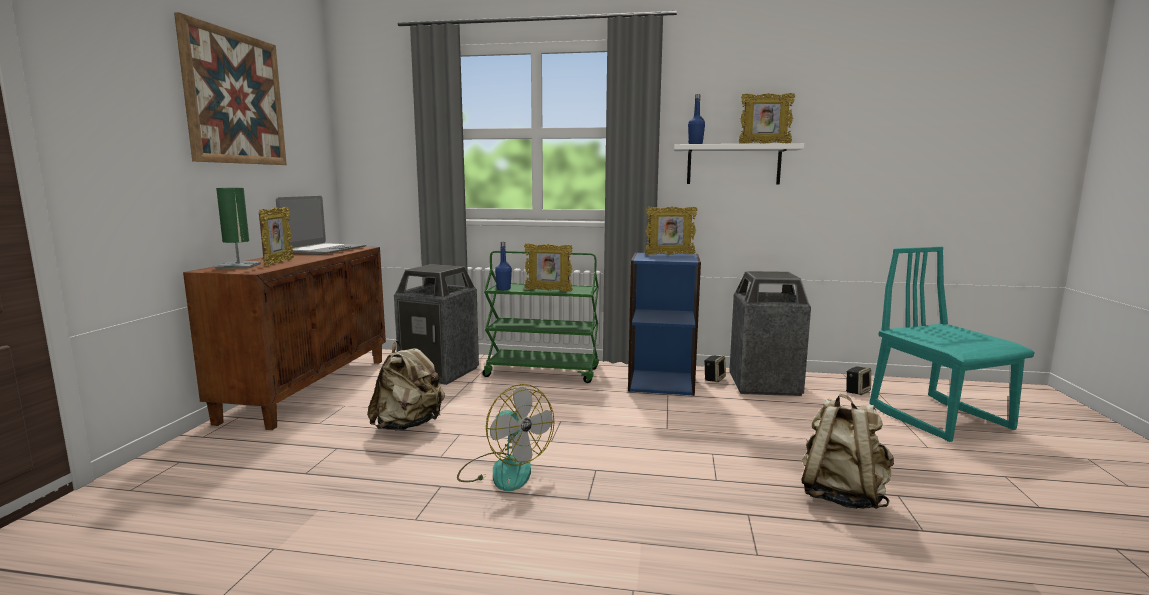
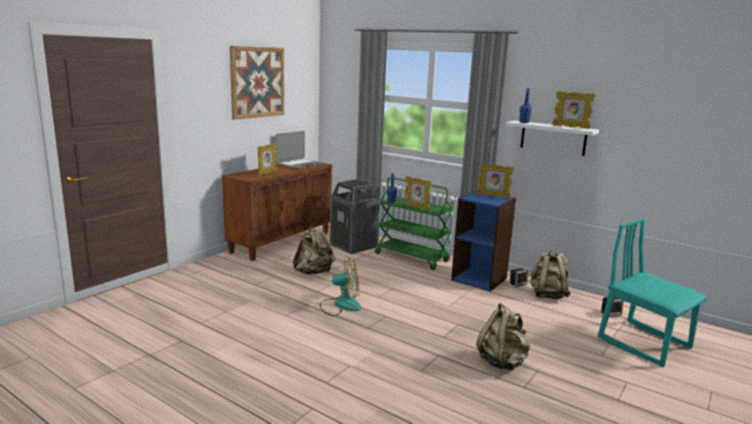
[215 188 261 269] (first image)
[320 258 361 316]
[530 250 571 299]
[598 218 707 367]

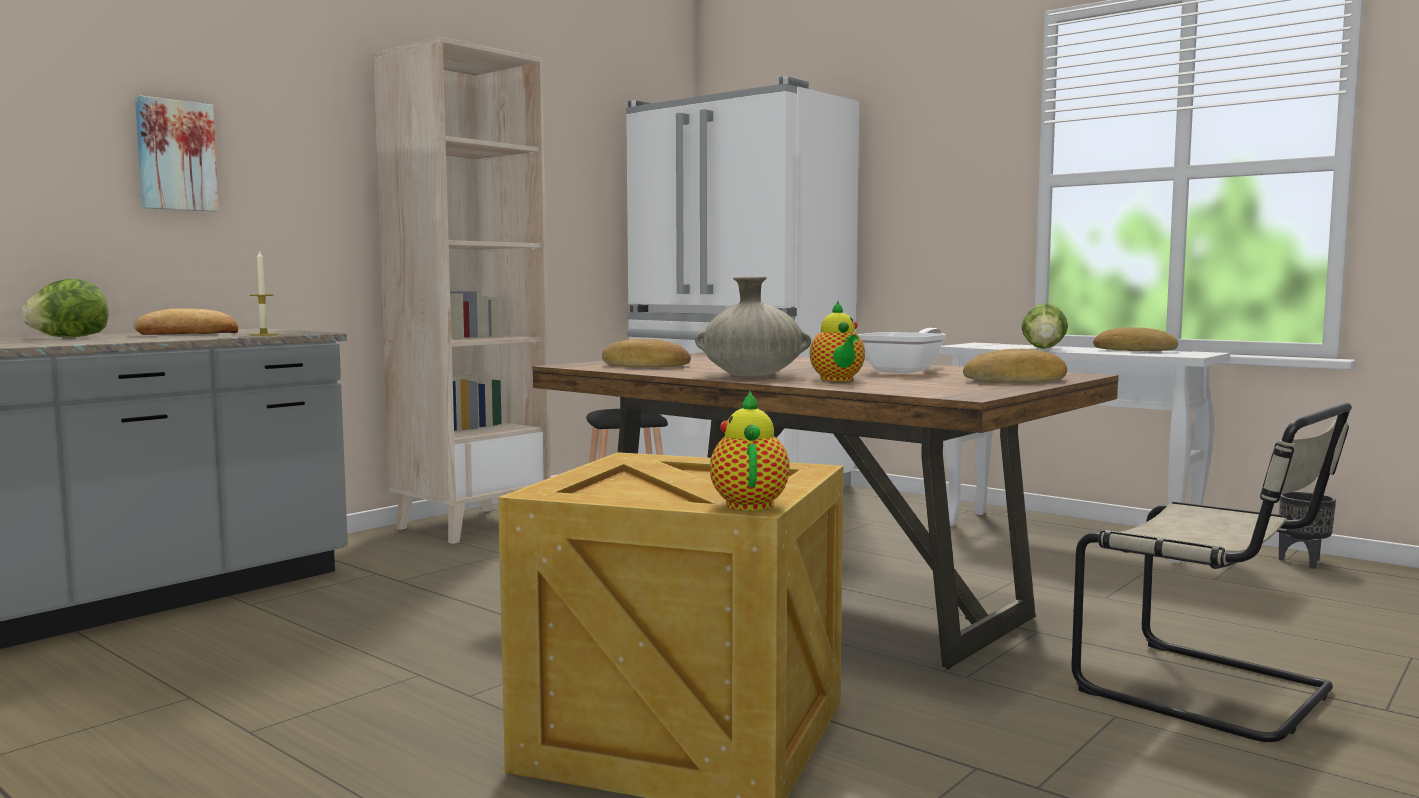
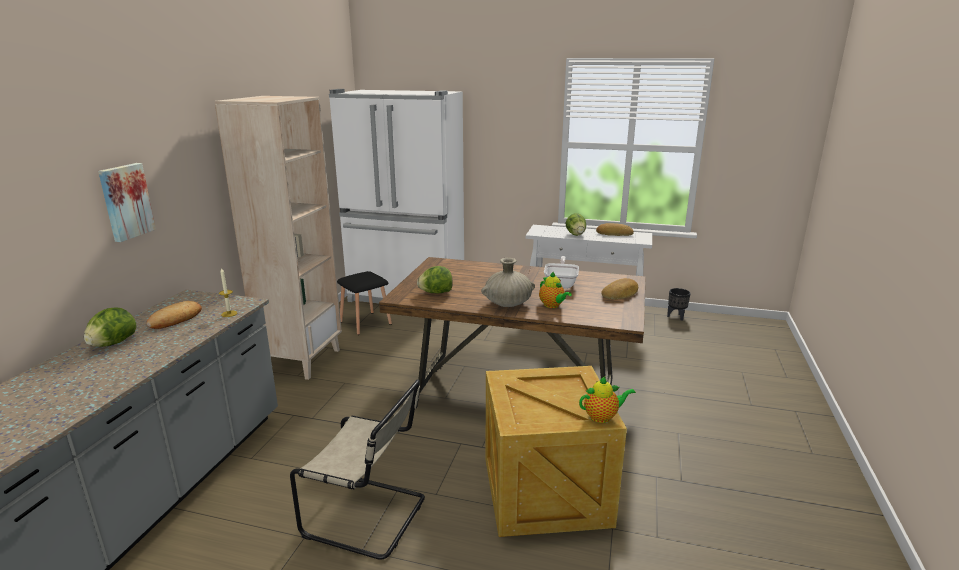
[417 266 453 294]
[579 376 636 423]
[290 379 425 559]

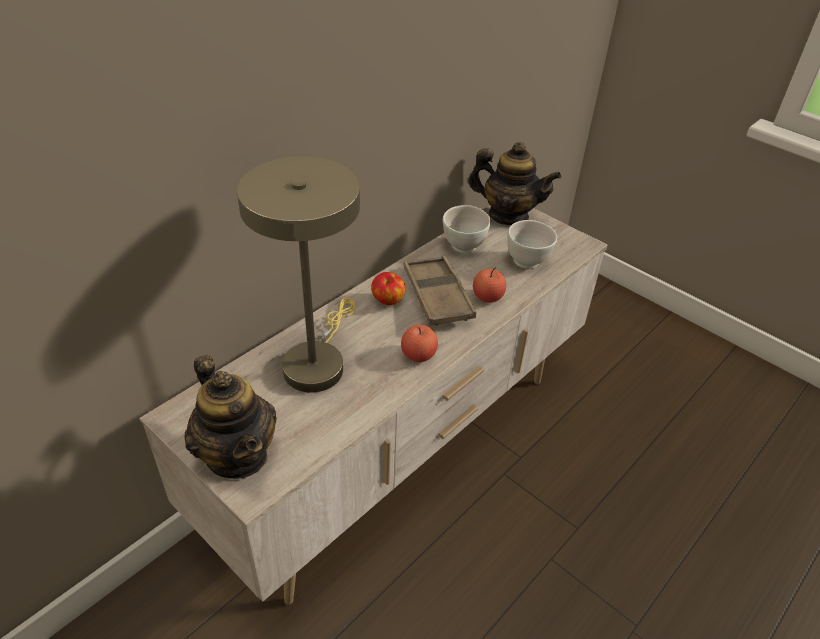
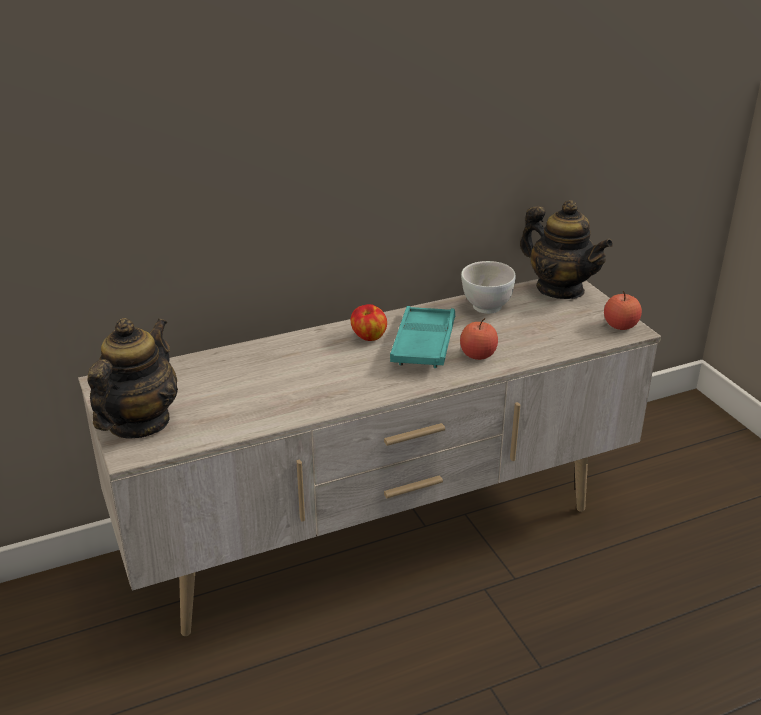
[88 318 178 439]
[237 156 360 393] (first image)
[604 291 642 330]
[390 306 455 368]
[507 220 557 269] (first image)

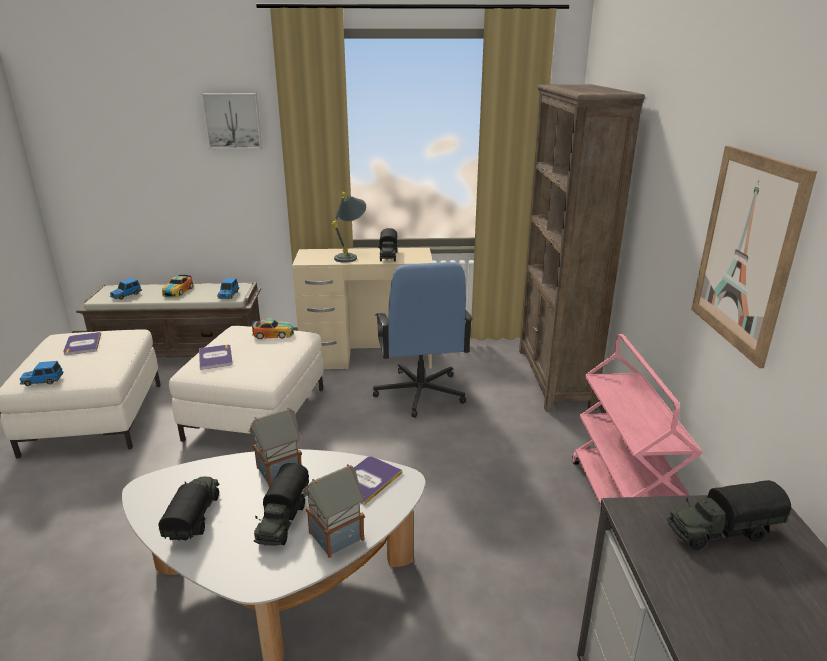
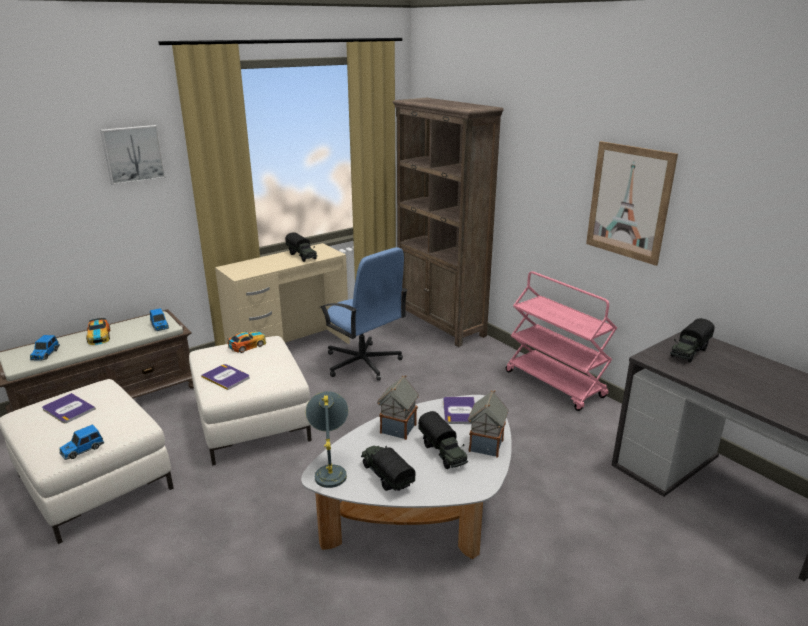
[306 391 349 488]

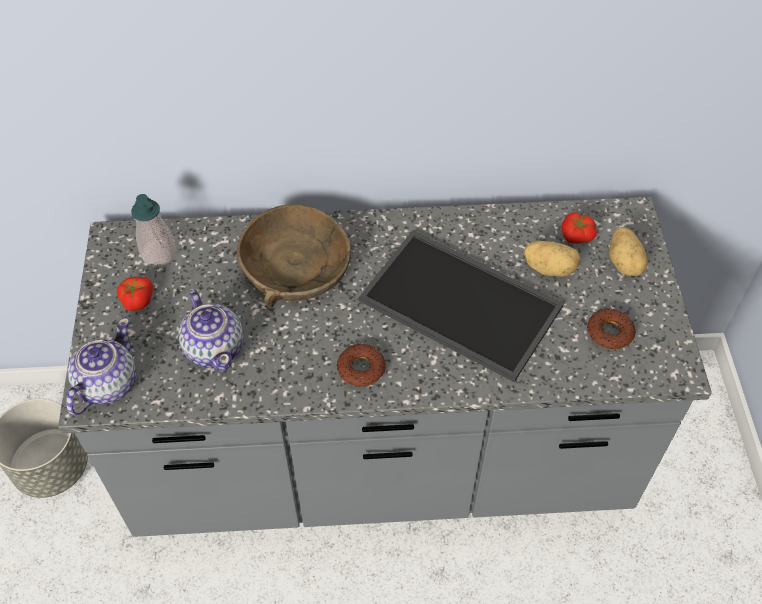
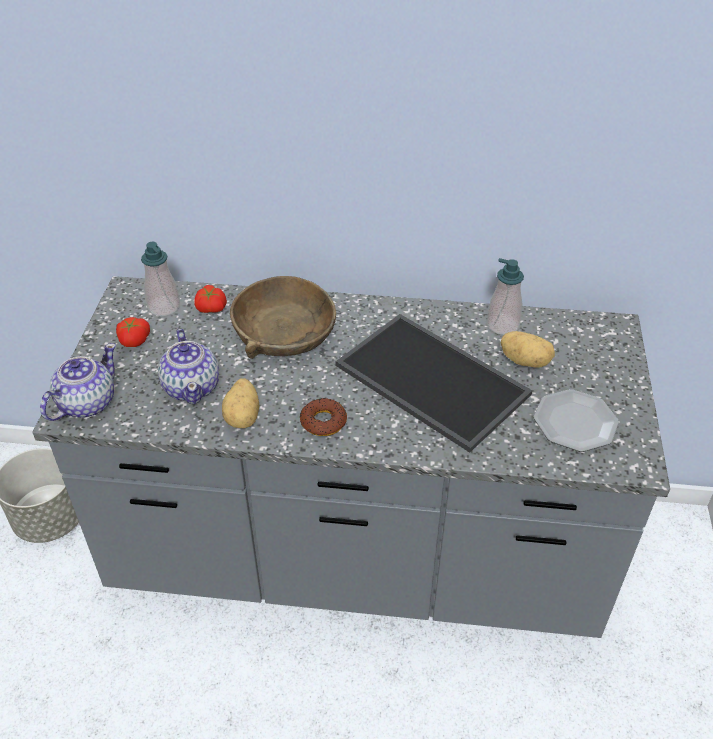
[194 285 227 313]
[534 389 619 452]
[222 378 260 428]
[486 258 524 335]

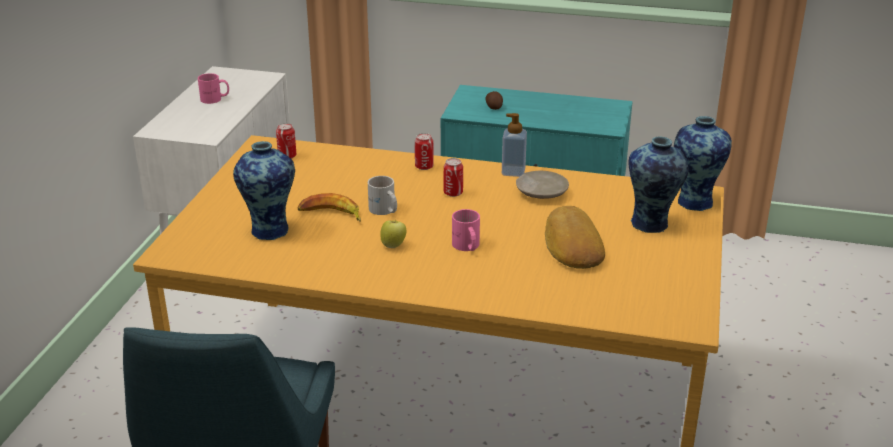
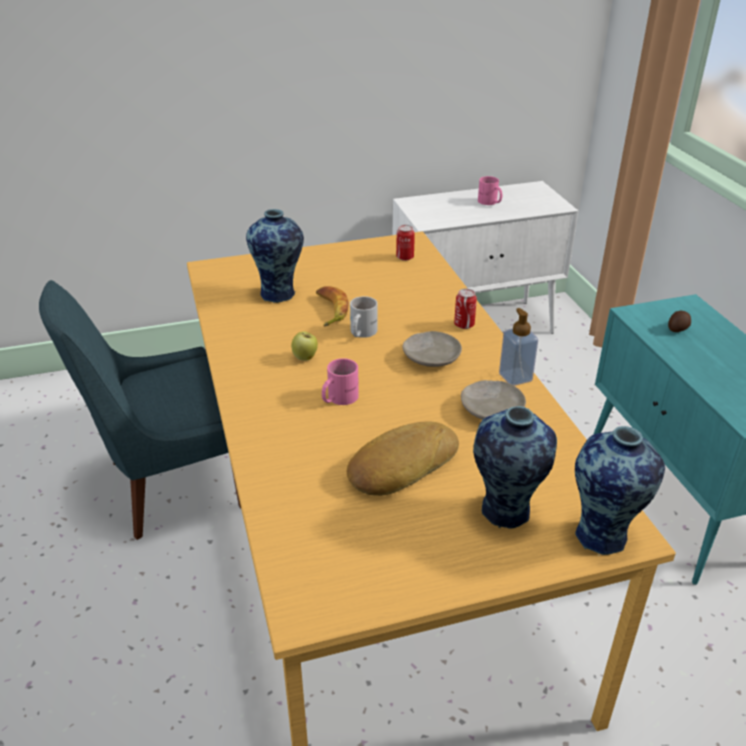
[402 331 462 367]

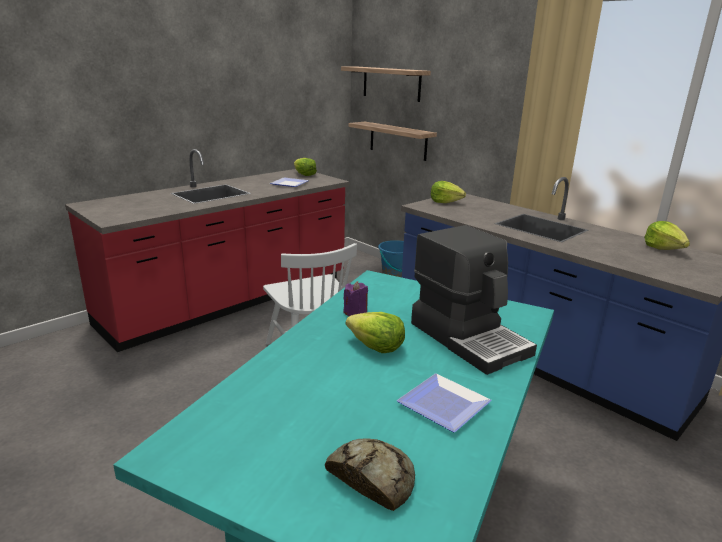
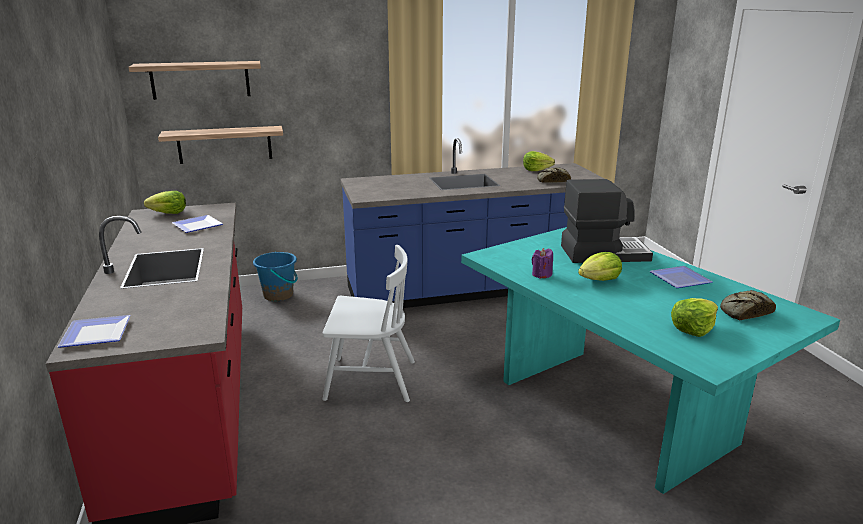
[671 298 718 337]
[57 315 131 348]
[537 167 571 183]

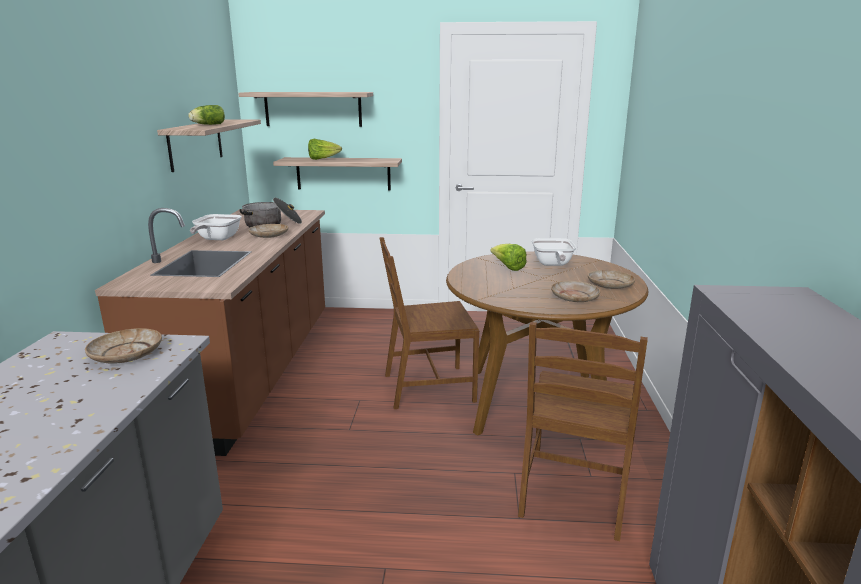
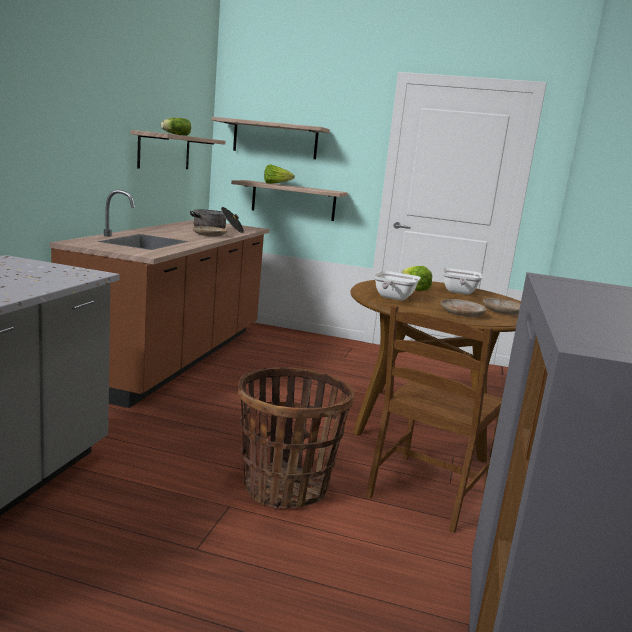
[85 328 162 363] (first image)
[374 271 421 300]
[379 237 479 409] (first image)
[238 367 354 508]

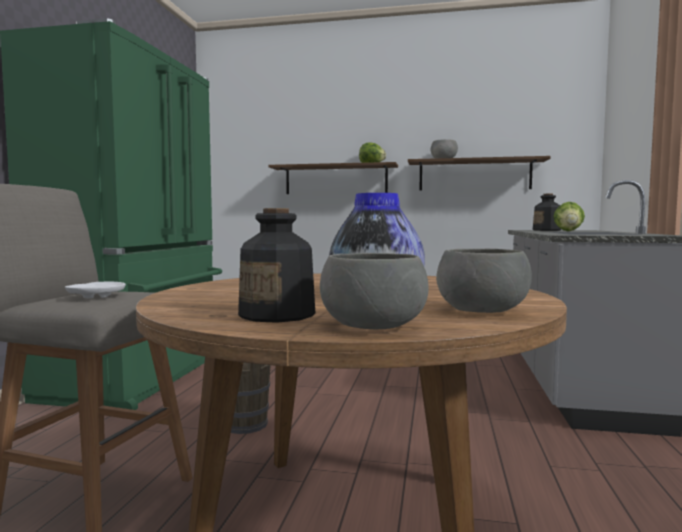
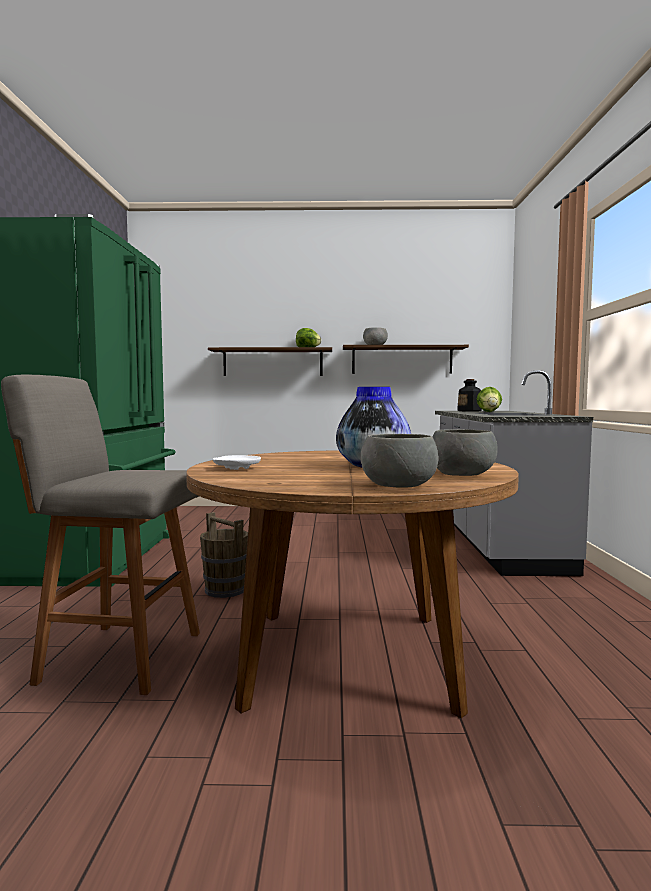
[212 455 261 470]
[238 208 315 323] (first image)

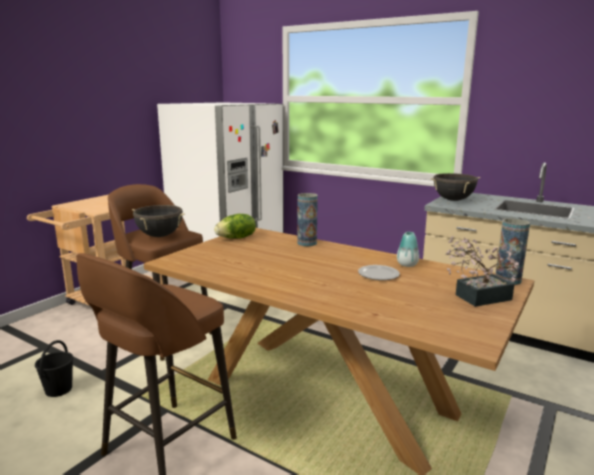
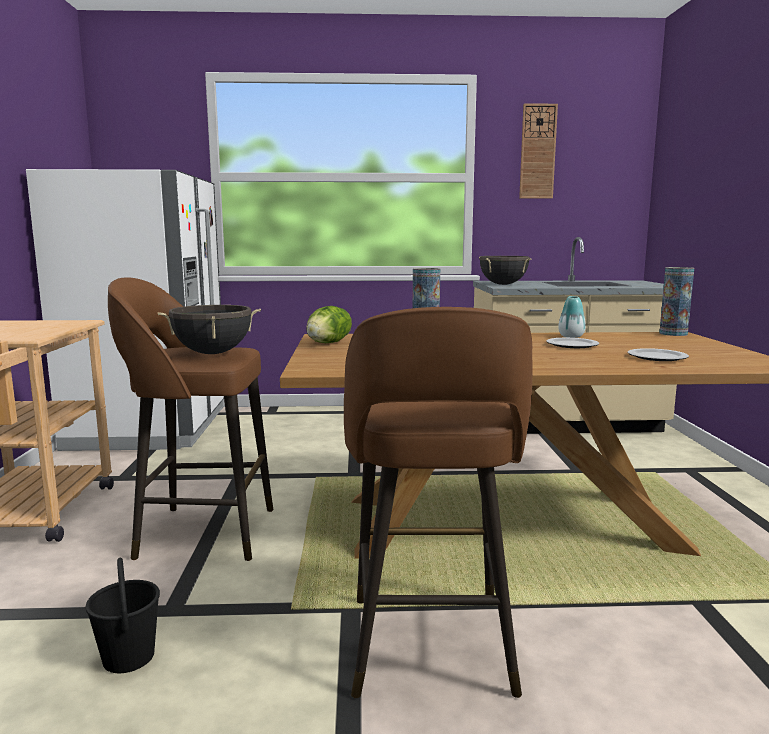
[446 236 519 307] (first image)
[519 103 558 199]
[628 348 689 361]

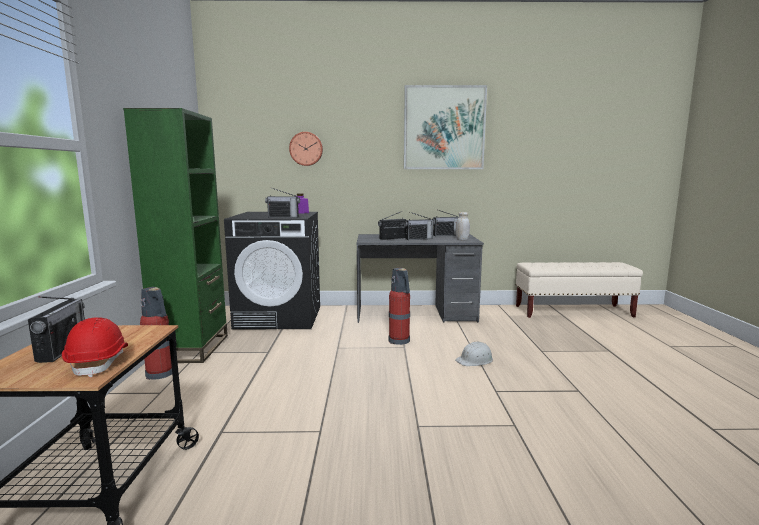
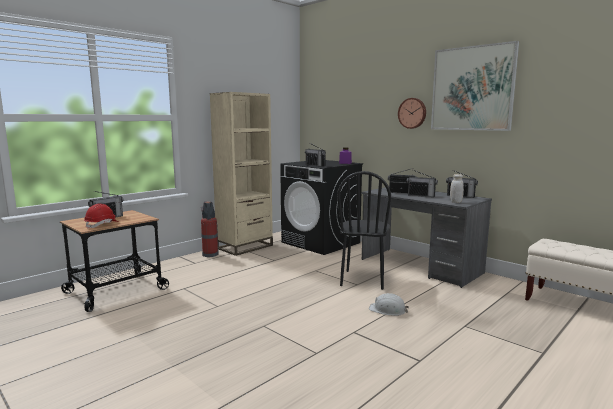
[210 92 273 256]
[398 98 426 129]
[337 171 392 290]

